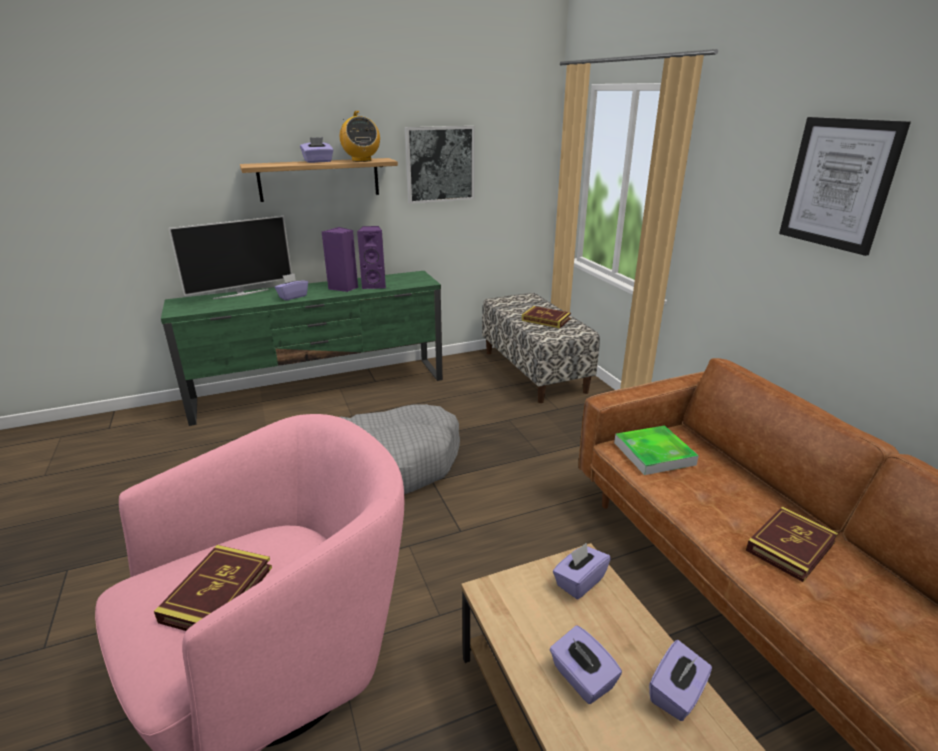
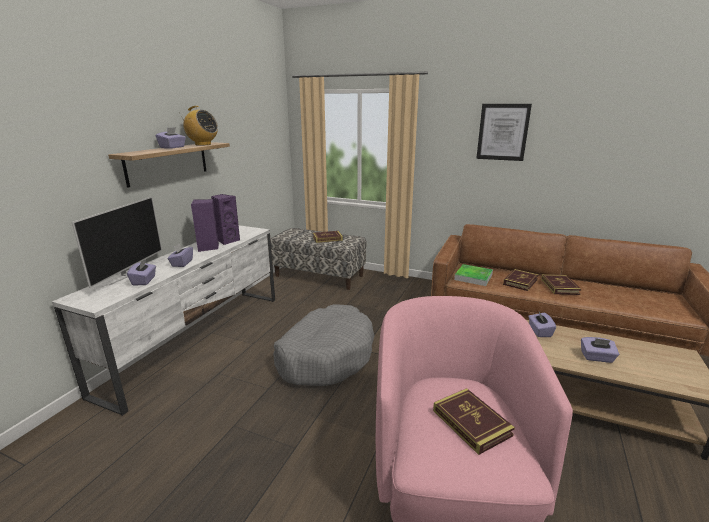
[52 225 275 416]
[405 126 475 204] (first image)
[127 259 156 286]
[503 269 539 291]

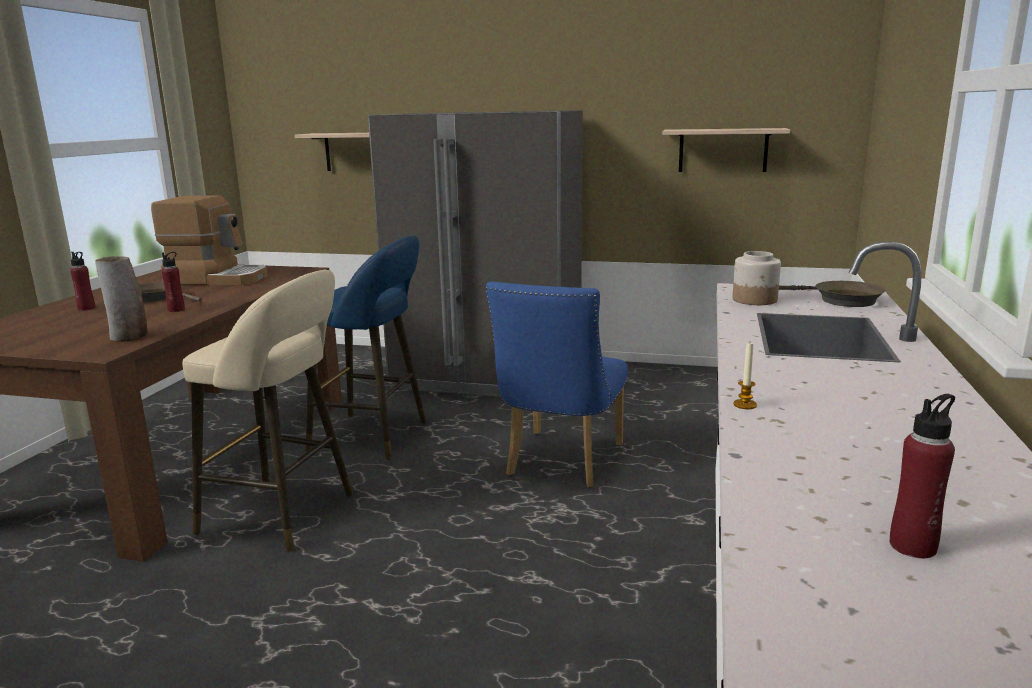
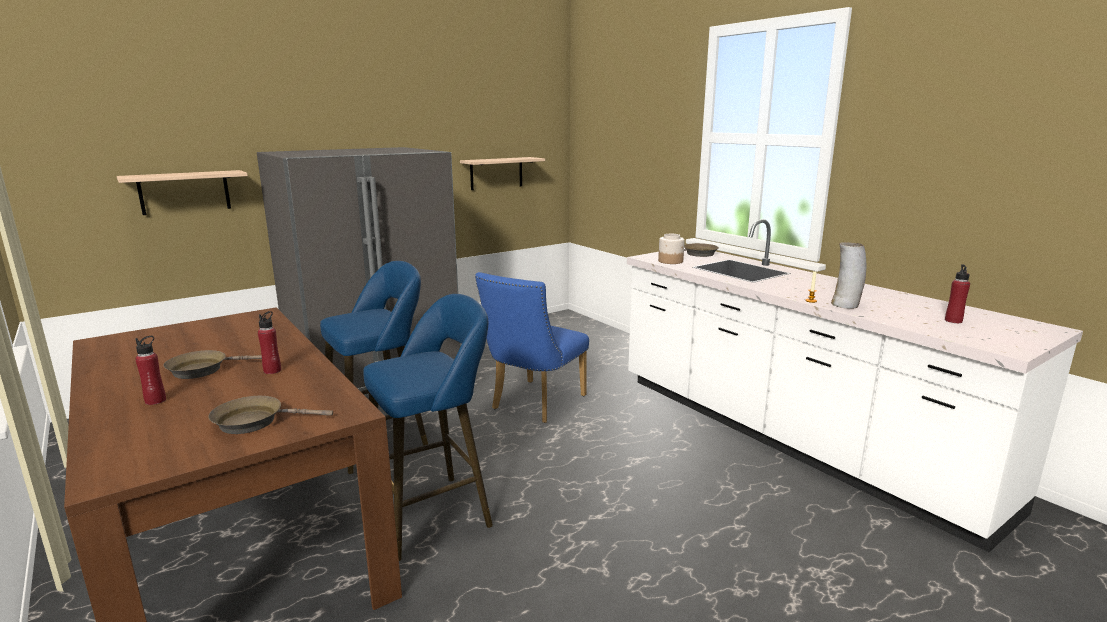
[831 242 866 309]
[151 195 268 286] (first image)
[363 294 493 561]
[475 272 589 423]
[209 396 333 434]

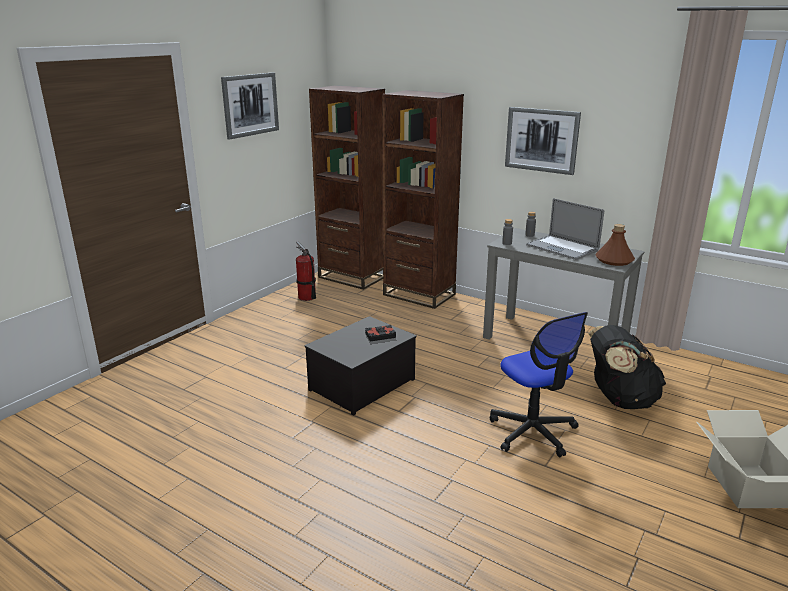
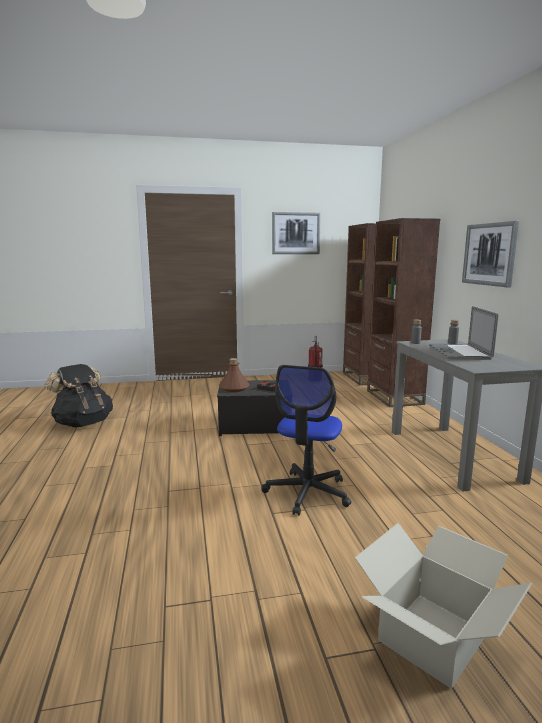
[45 364 113 428]
[219 358 250 392]

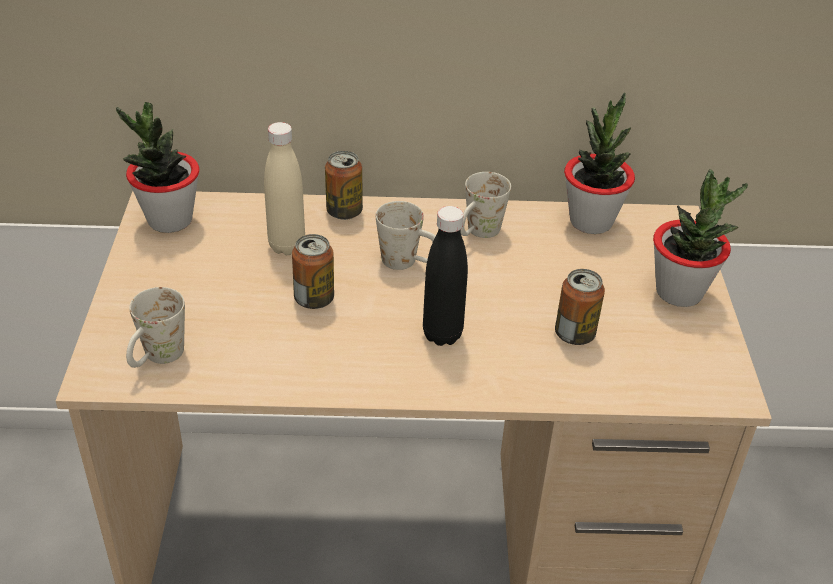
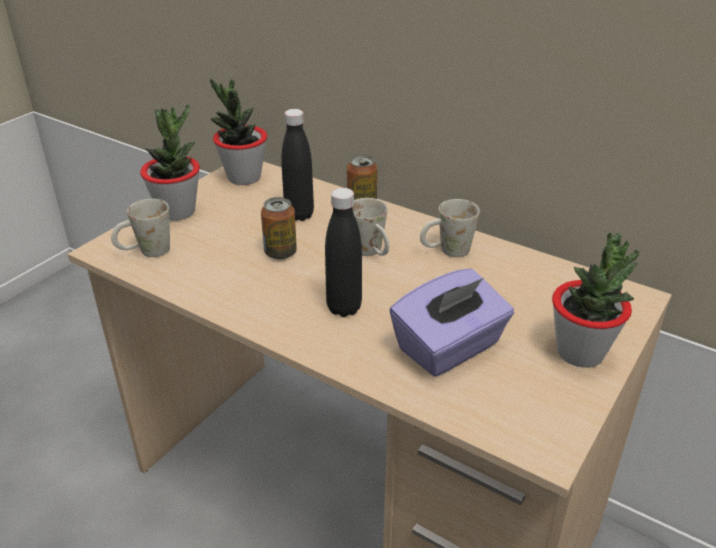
[281 109 314 221]
[389 269 514 377]
[140 105 200 221]

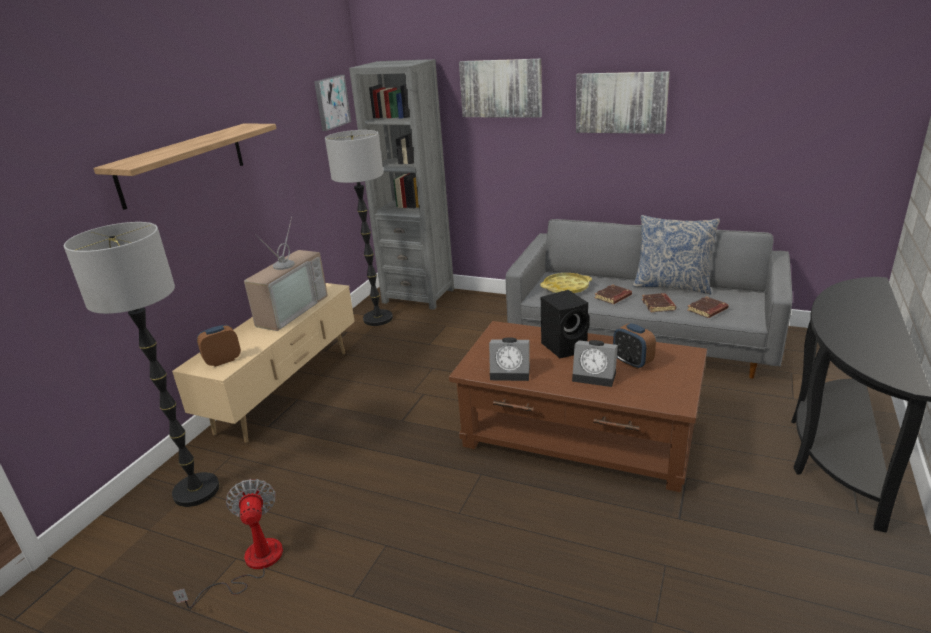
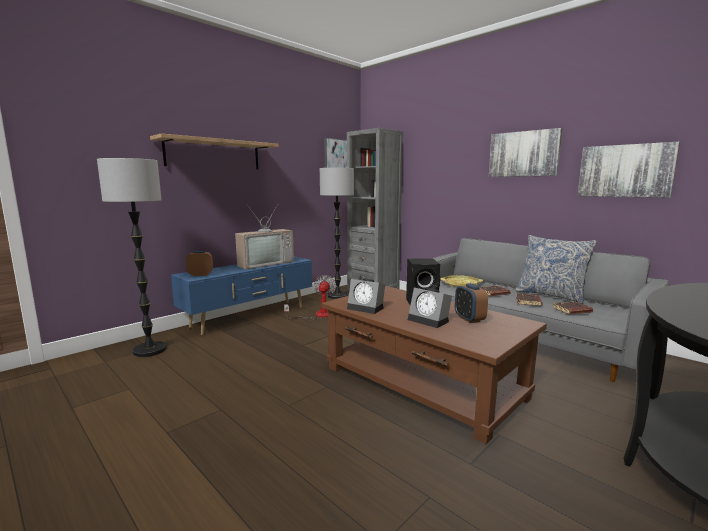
[171 257 312 335]
[284 275 336 321]
[578 142 680 198]

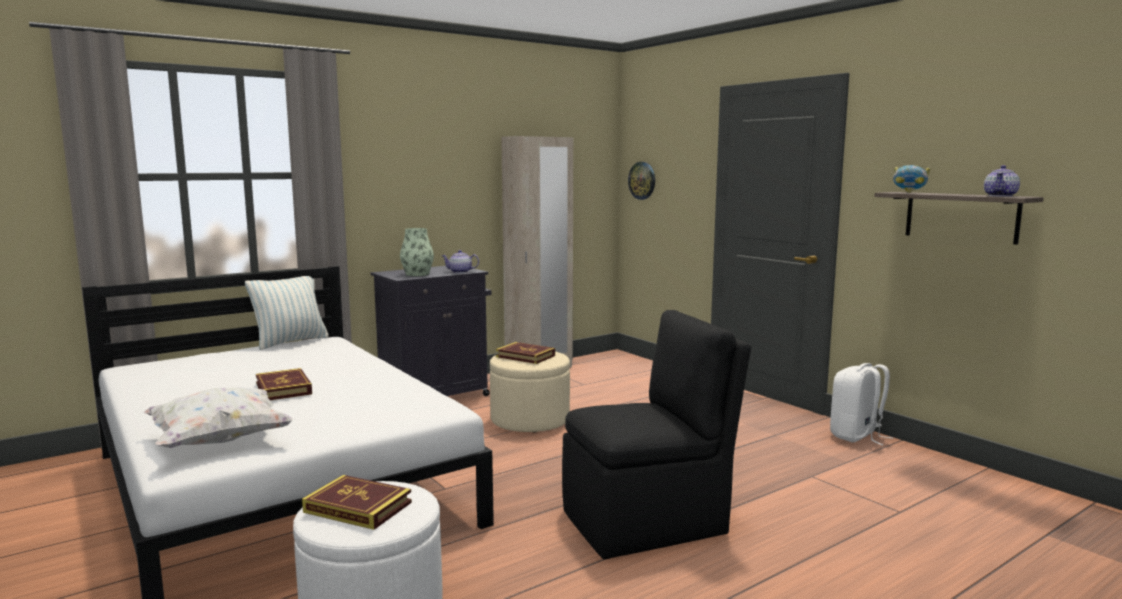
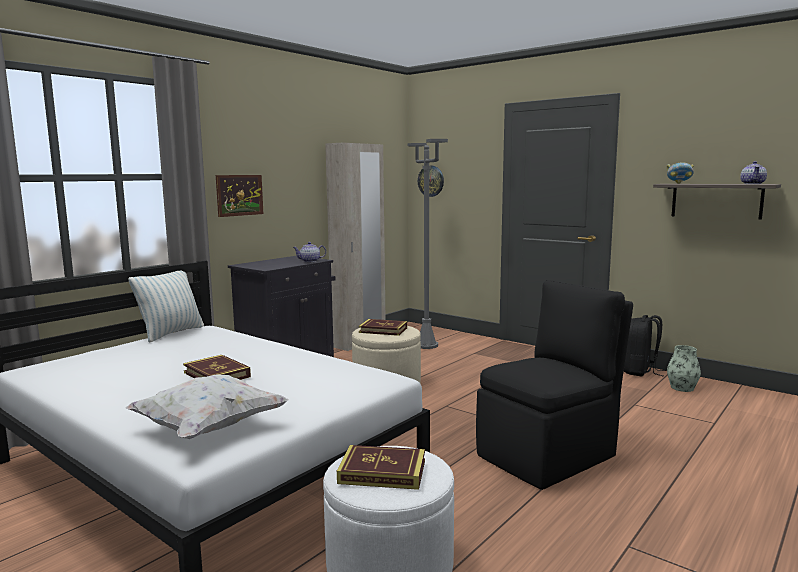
[667 345 701 392]
[624 315 666 376]
[216 175 264 217]
[407 139 448 349]

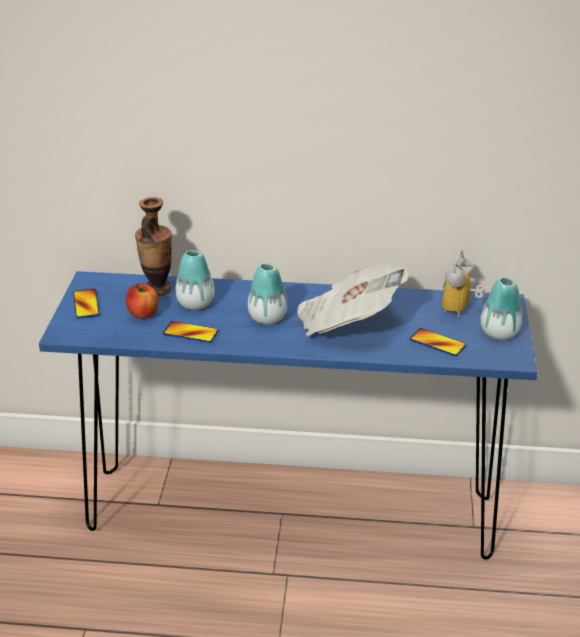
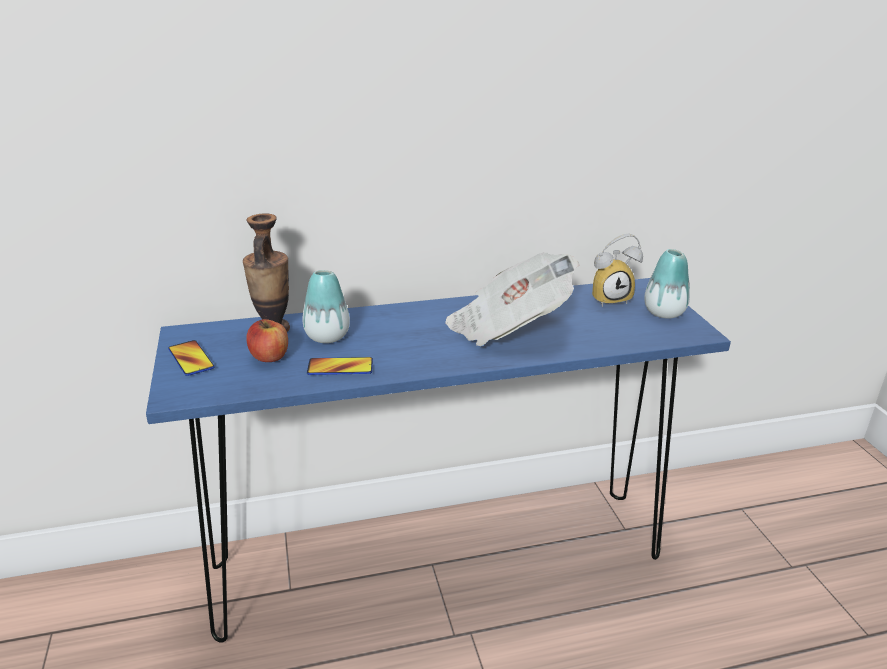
[248 263 287 324] (first image)
[410 328 466 356] (first image)
[592 233 643 307]

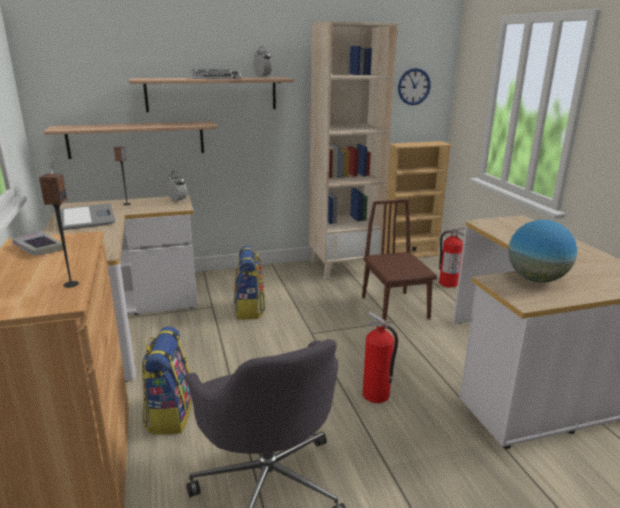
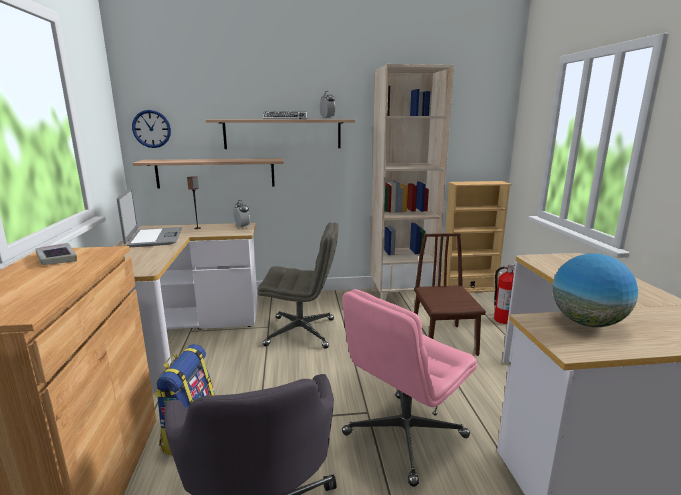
[39 174 79 288] (first image)
[257 222 338 349]
[342 289 477 487]
[132 110 171 148]

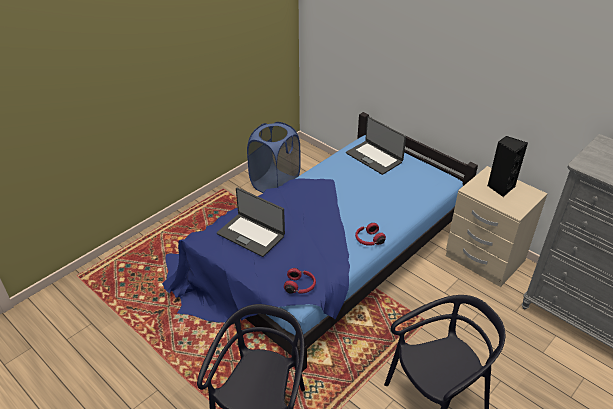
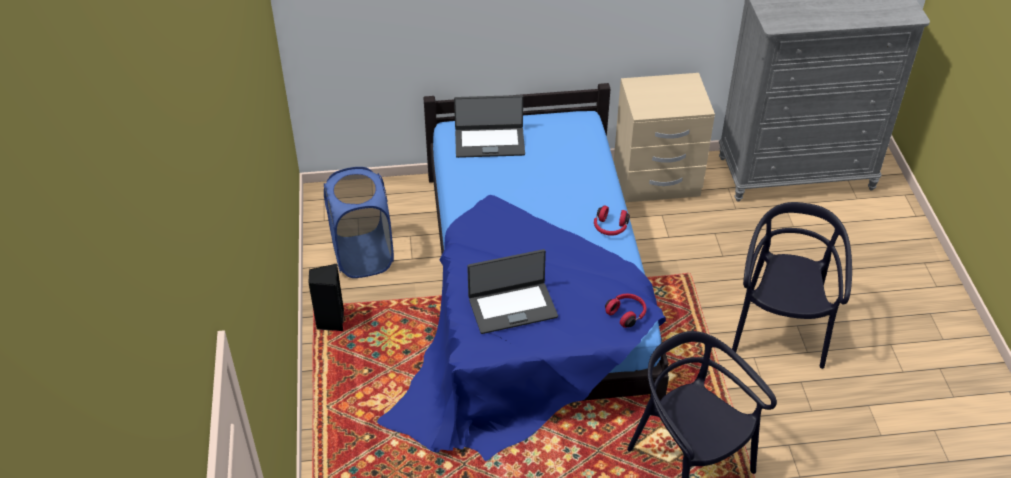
[308 264 344 331]

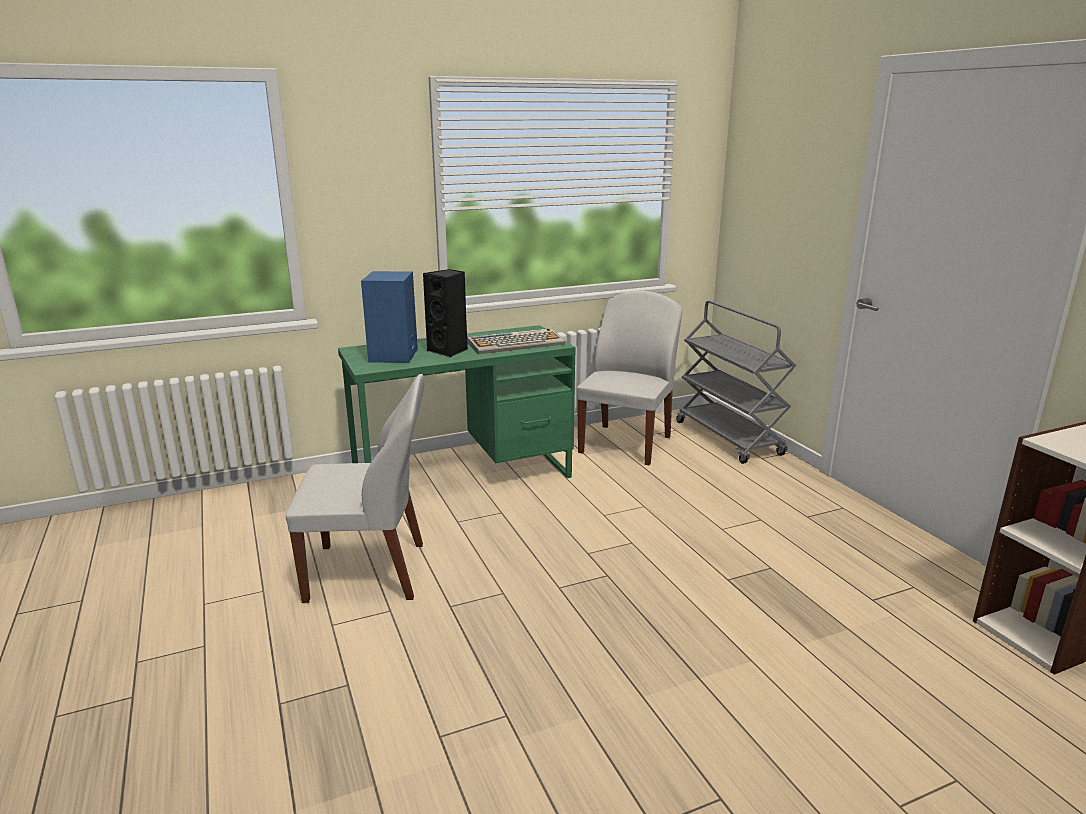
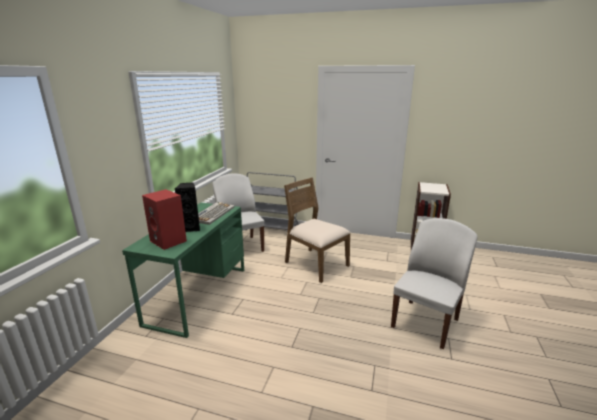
[391 218 478 349]
[142 189 187 250]
[284 177 350 283]

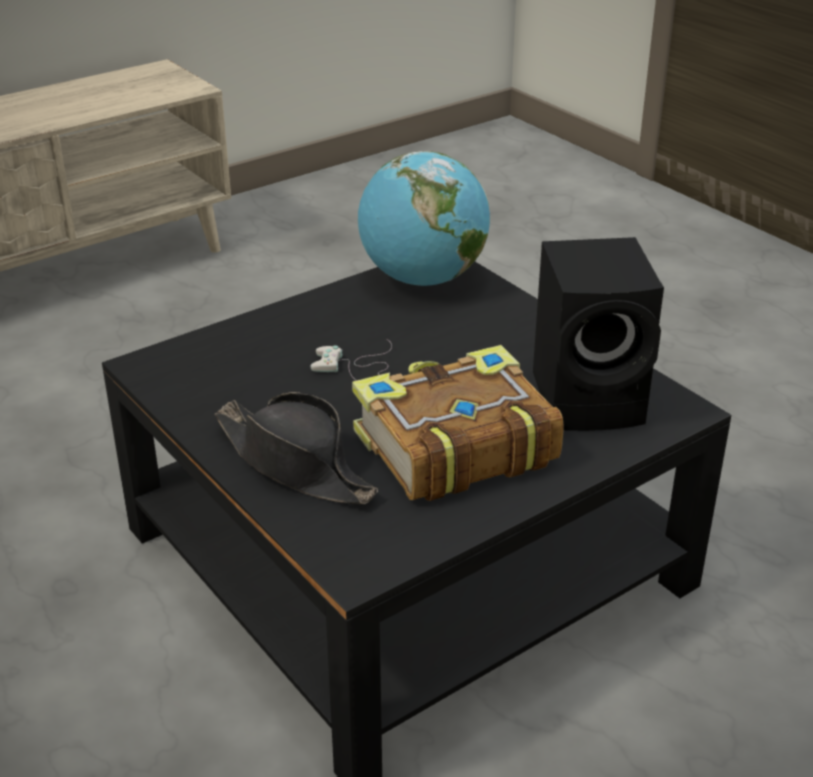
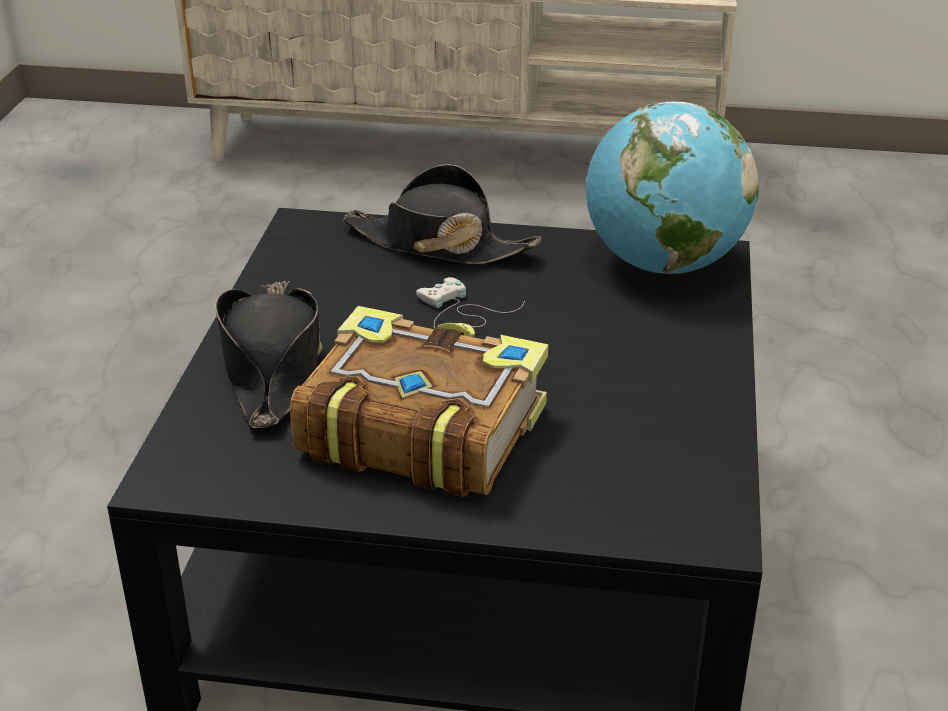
[533 237 664 431] (first image)
[343 164 541 264]

